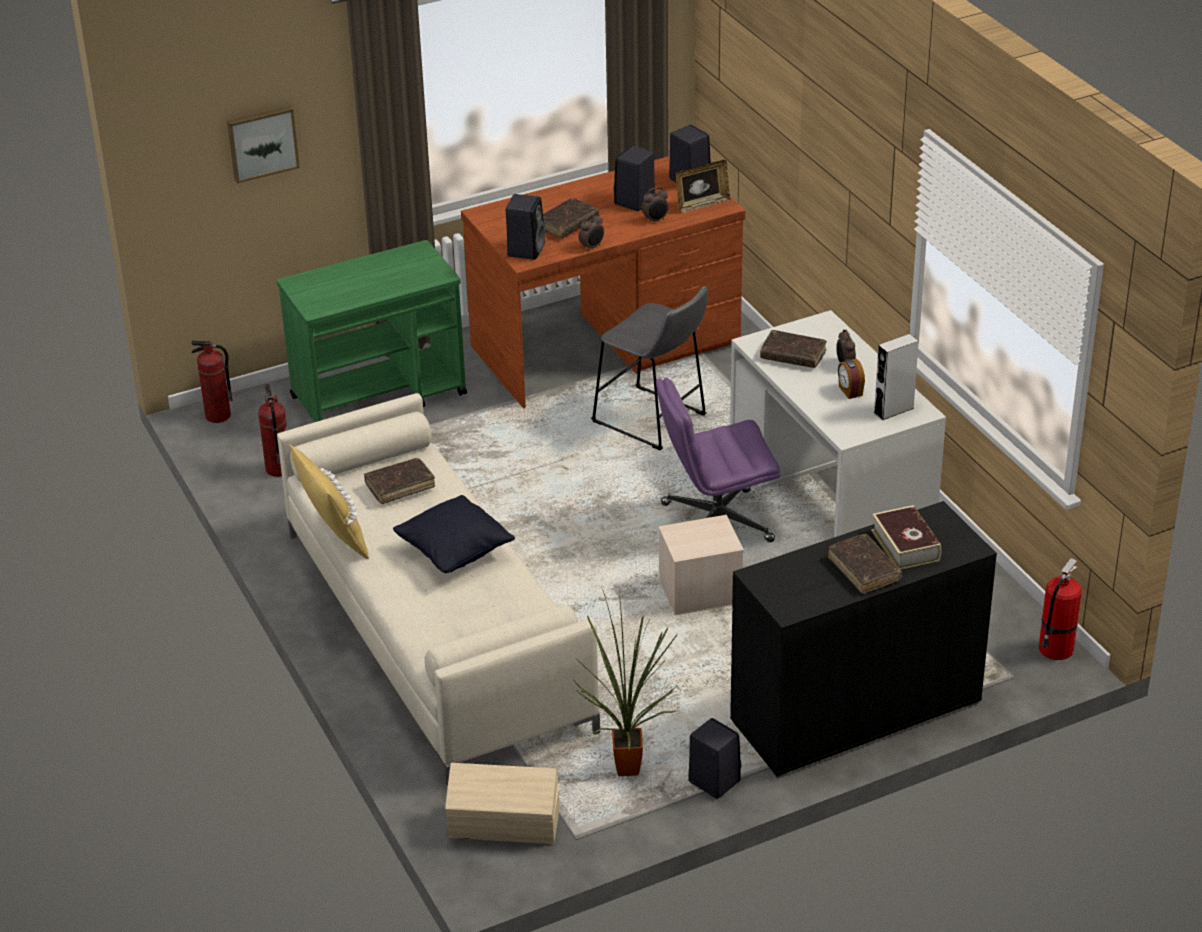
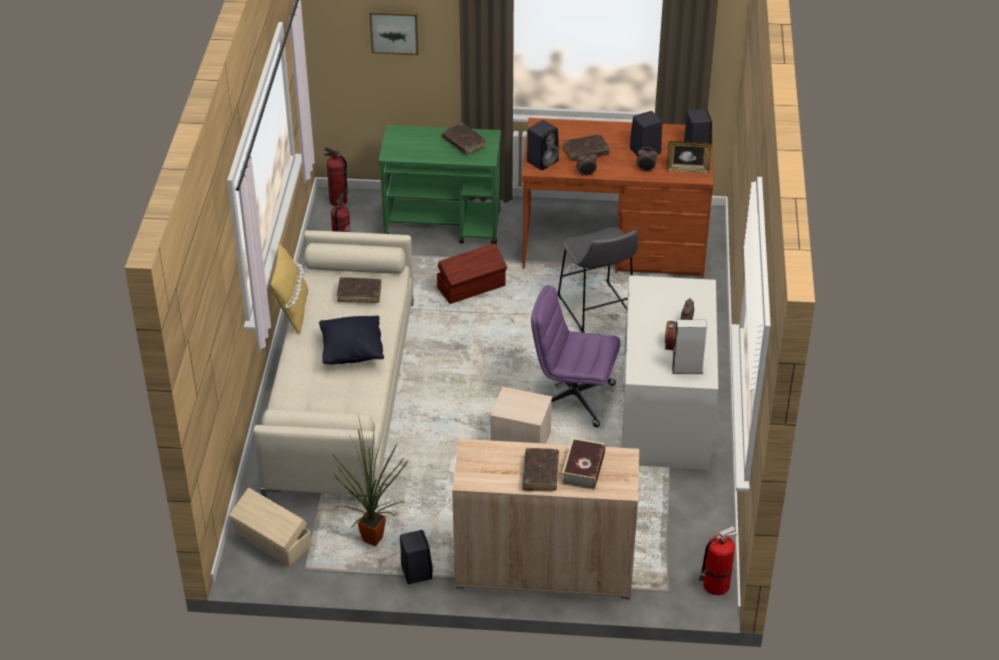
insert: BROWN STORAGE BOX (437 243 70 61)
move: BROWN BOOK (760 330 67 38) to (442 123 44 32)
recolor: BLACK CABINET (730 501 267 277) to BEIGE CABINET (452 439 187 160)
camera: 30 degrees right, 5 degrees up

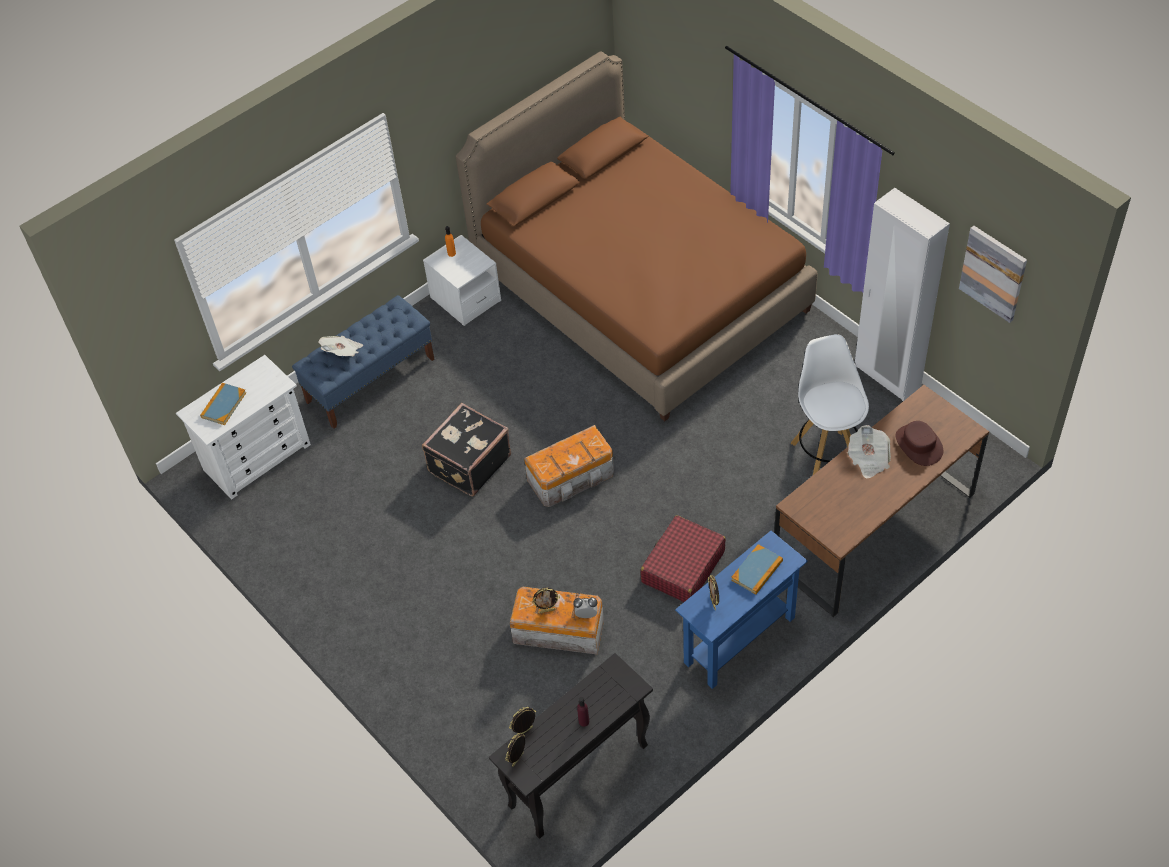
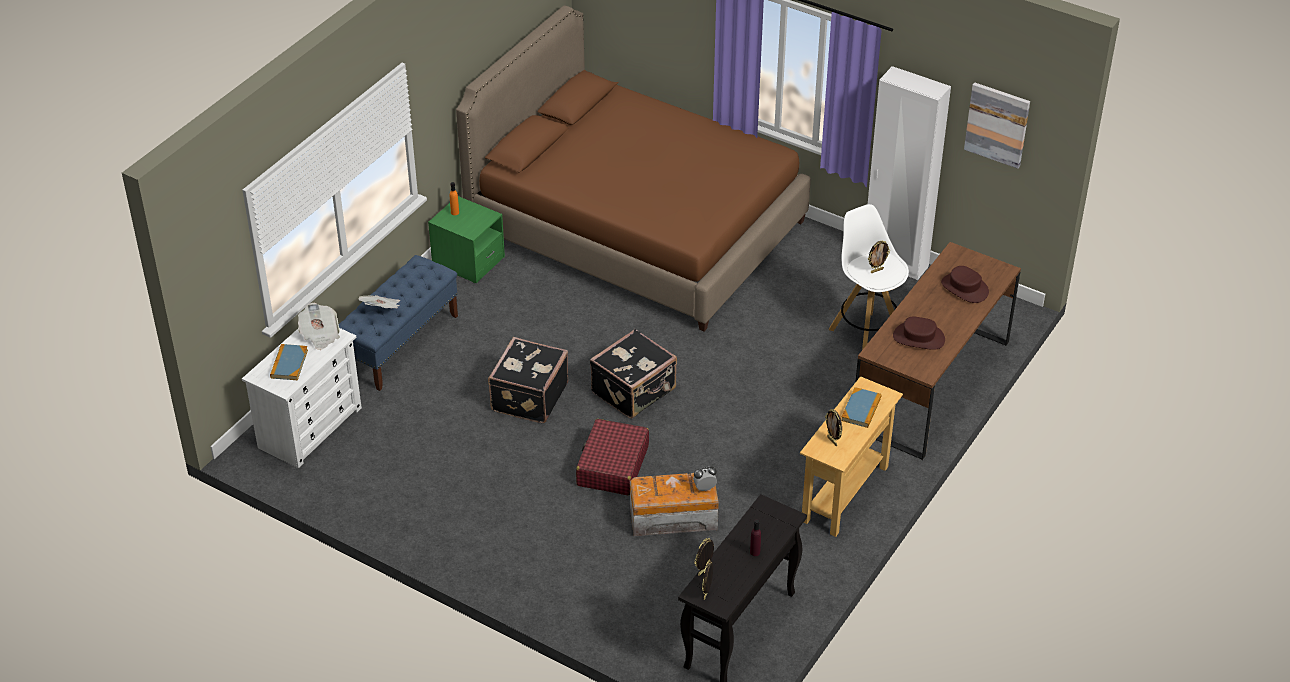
insert: BROWN HAT (893 317 52 33)
move: NEWSPAPER (848 425 43 54) to (298 303 42 47); RED SUITCASE (640 515 86 87) to (576 419 73 77); PICTURE FRAME (532 587 28 26) to (868 241 22 32)
replace: STORAGE BOX (524 425 90 82) to BLACK SUITCASE (590 329 87 89)
recolor: WHITE NIGHTSTAND (423 235 78 91) to GREEN NIGHTSTAND (428 196 77 88); BLUE CONSOLE TABLE (675 531 133 158) to BEIGE CONSOLE TABLE (800 376 103 161)
camera: 20 degrees left, 10 degrees down

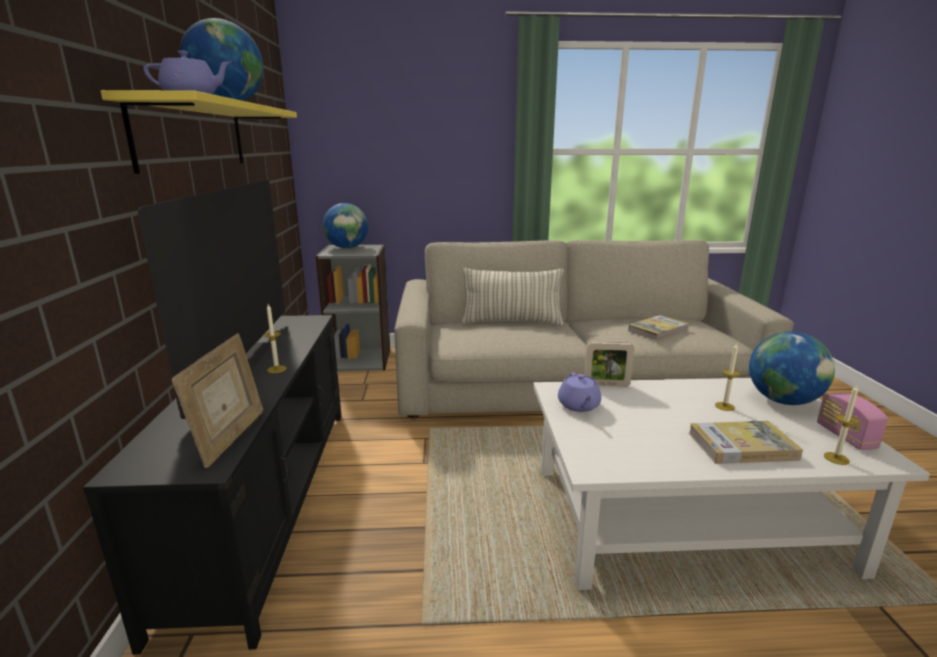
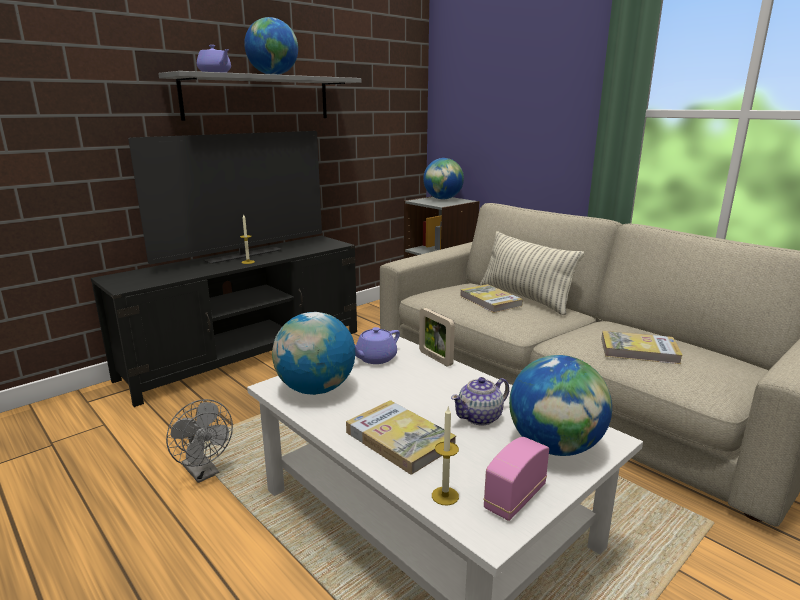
delete: PICTURE FRAME (172 333 91 135)
insert: BOOK (460 284 63 29); GLOBE (272 312 83 83); GREY FAN (166 399 67 84)
replace: CANDLE (715 343 25 68) to TEAPOT (451 377 58 49)
recolor: YELLOW SHELF (101 90 196 84) to GREY SHELF (158 71 204 50)
camera: 50 degrees right, 0 degrees up

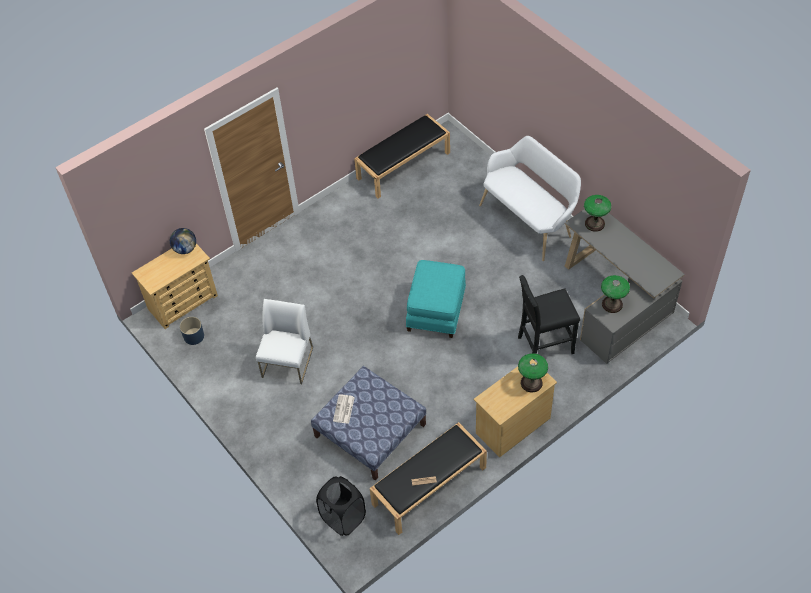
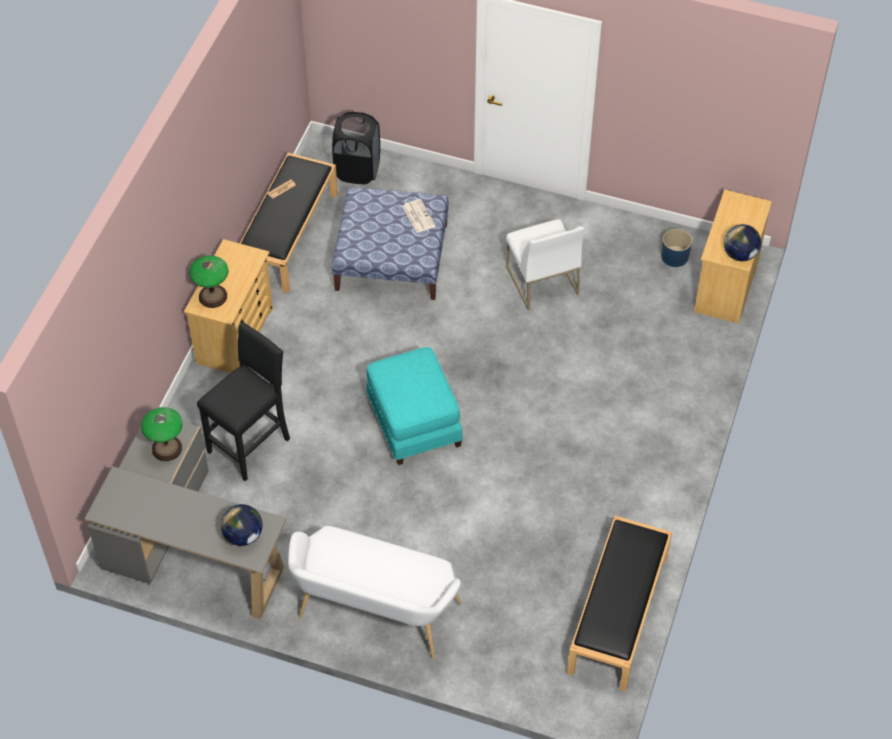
replace: TABLE LAMP (584 195 27 37) to GLOBE (221 504 41 42)
camera: 145 degrees right, 0 degrees up

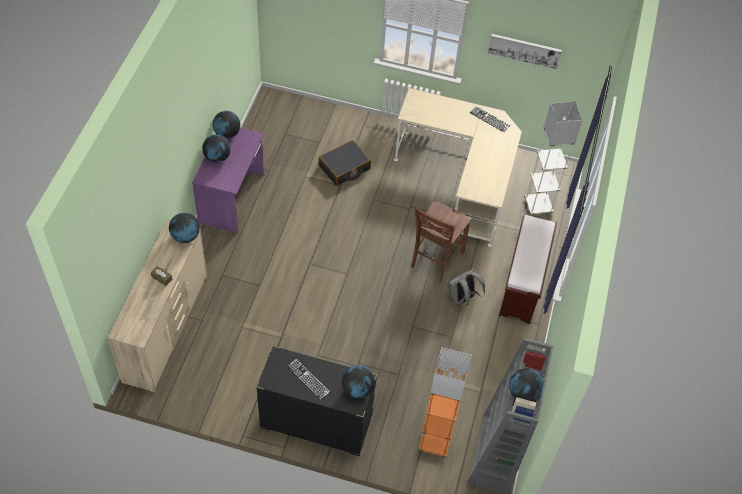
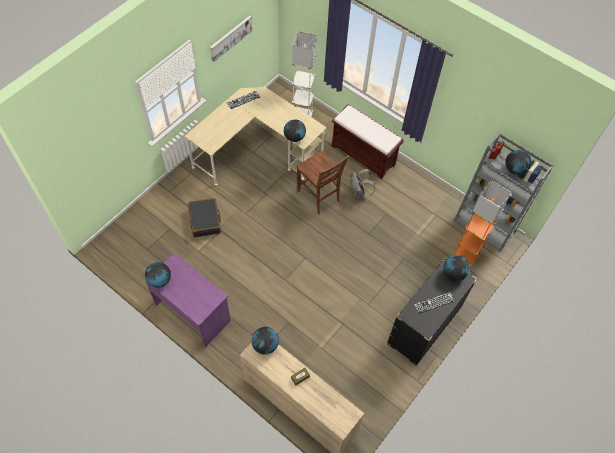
move: GLOBE (202 134 29 29) to (284 120 22 22)
camera: 65 degrees left, 5 degrees up

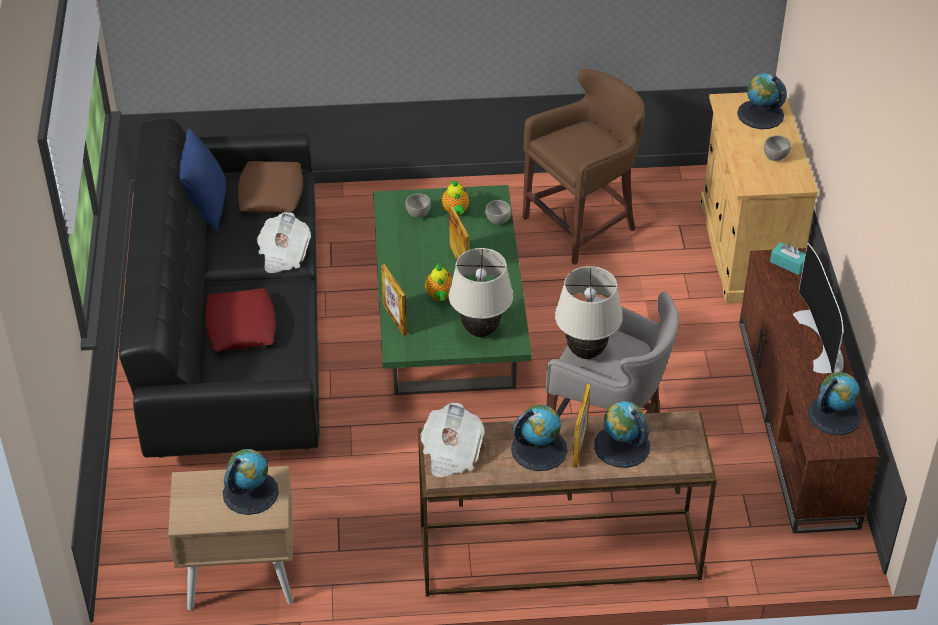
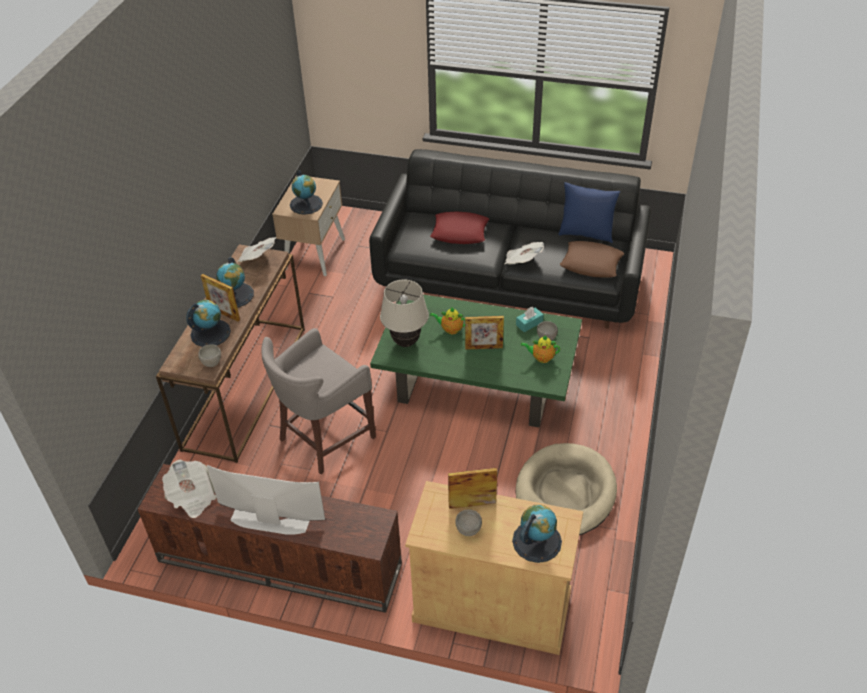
delete: BEIGE TABLE LAMP (555 266 68 93)
move: GREY BOWL (485 200 26 24) to (198 344 23 23); TURQUOISE TISSUE BOX (770 242 35 33) to (516 307 28 25); PICTURE FRAME (381 264 26 72) to (448 468 49 41)
replace: BROWN STOOL (523 69 122 196) to BEIGE DOG BED (516 443 101 92); GLOBE (808 372 54 63) to NEWSPAPER (162 459 55 59)
camera: 110 degrees right, 0 degrees up

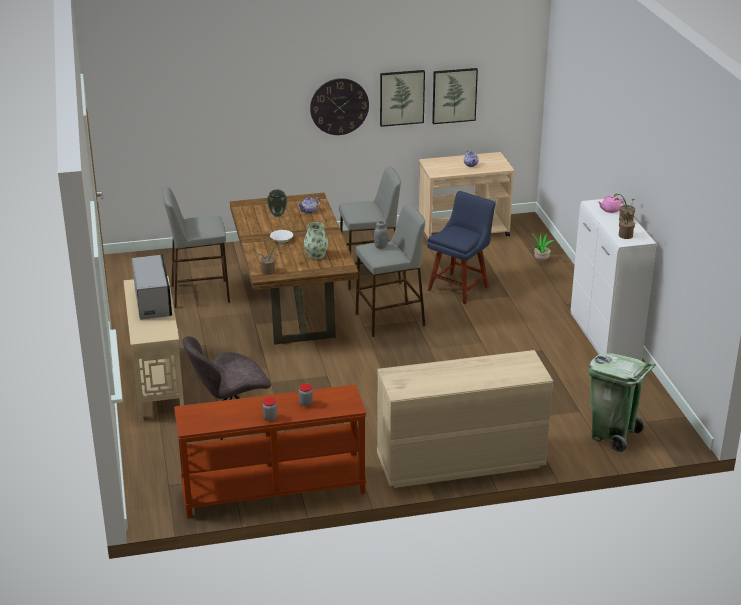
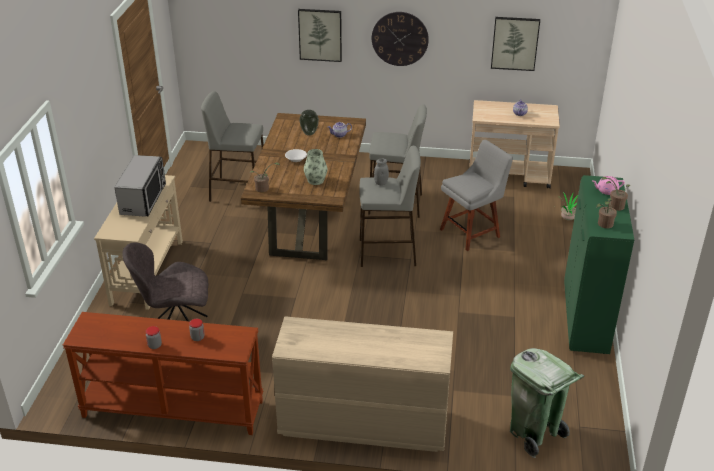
move: PICTURE (380 70 45 57) to (298 9 44 53)
recolor: BLUE CHAIR (427 191 68 113) to GREY CHAIR (440 140 73 111); WHITE CABINET (571 199 85 162) to GREEN CABINET (564 175 70 179)
camera: 20 degrees right, 5 degrees up

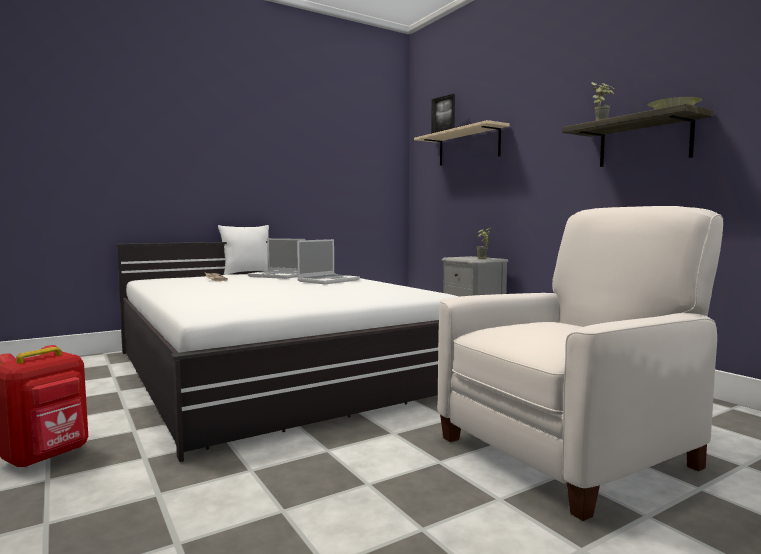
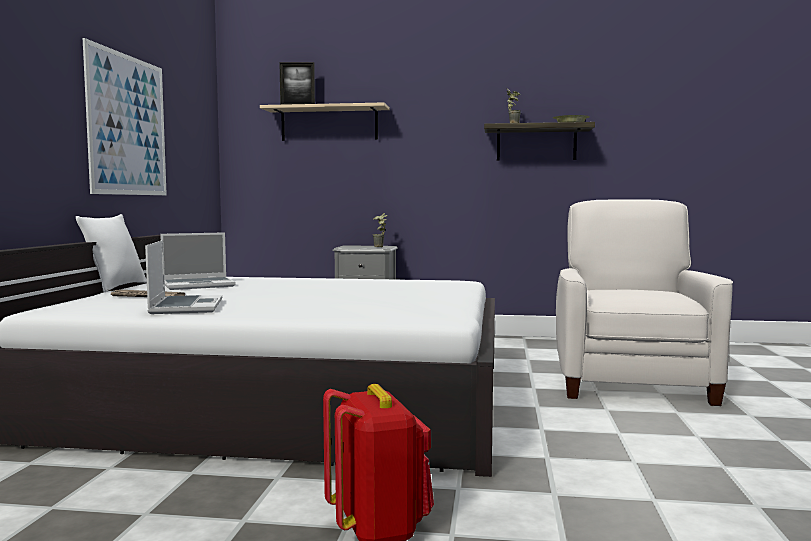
insert: PICTURE (83 38 84 157)
move: LAPTOP (297 239 63 45) to (145 240 77 74)
camera: 50 degrees left, 0 degrees up

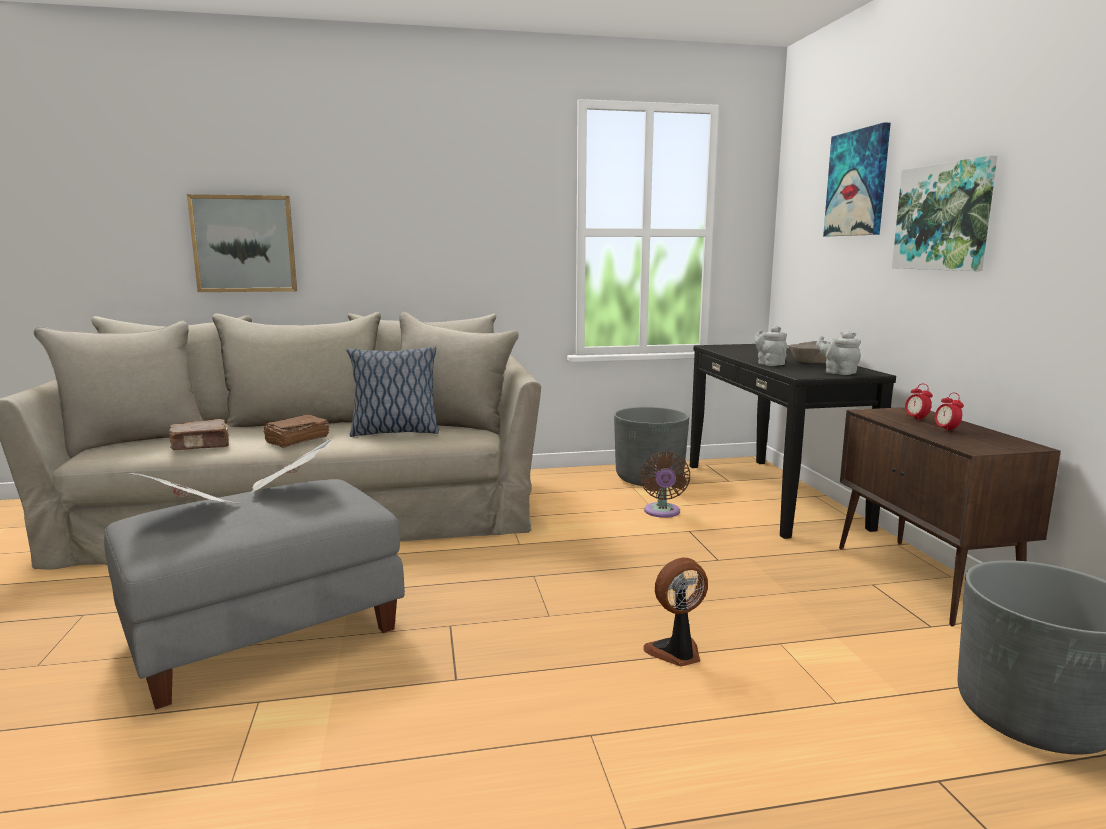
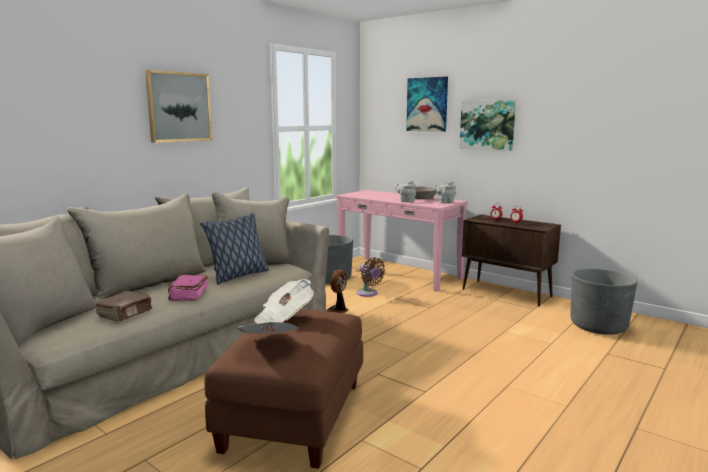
move: PICTURE (187 194 110 98) to (145 70 67 73); FAN (643 557 65 110) to (326 269 23 44)
recolor: BLACK CONSOLE TABLE (690 344 206 195) to PINK CONSOLE TABLE (336 190 132 101); BROWN BOOK (263 415 66 33) to PINK BOOK (168 275 41 26); GREY OTTOMAN (104 479 301 230) to BROWN OTTOMAN (204 309 159 160)
camera: 40 degrees left, 0 degrees up

